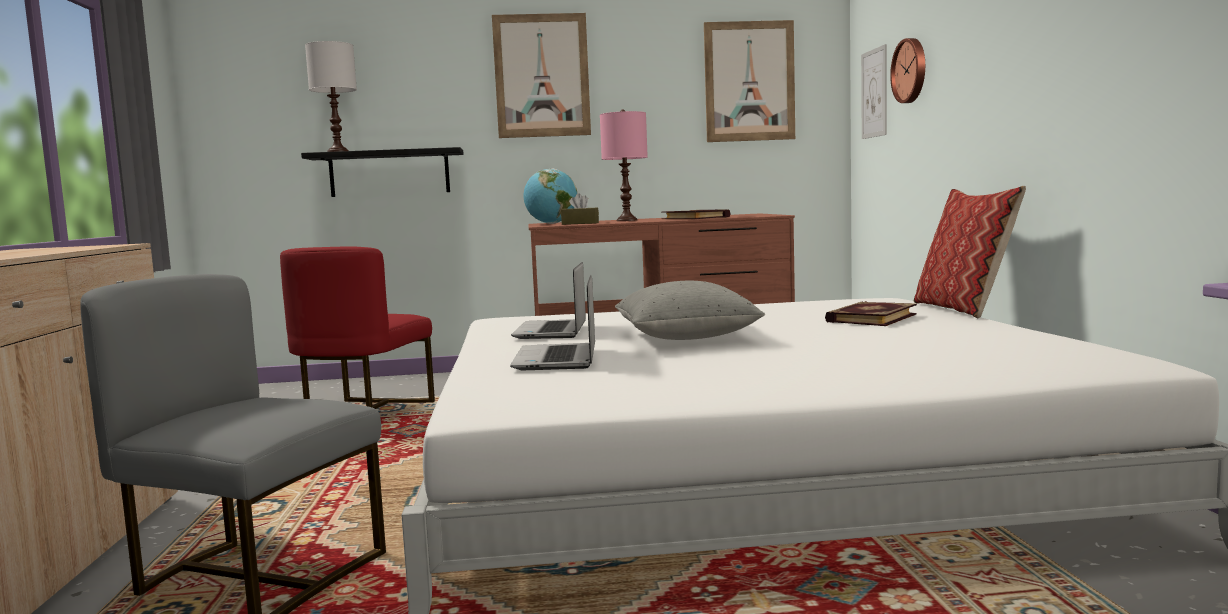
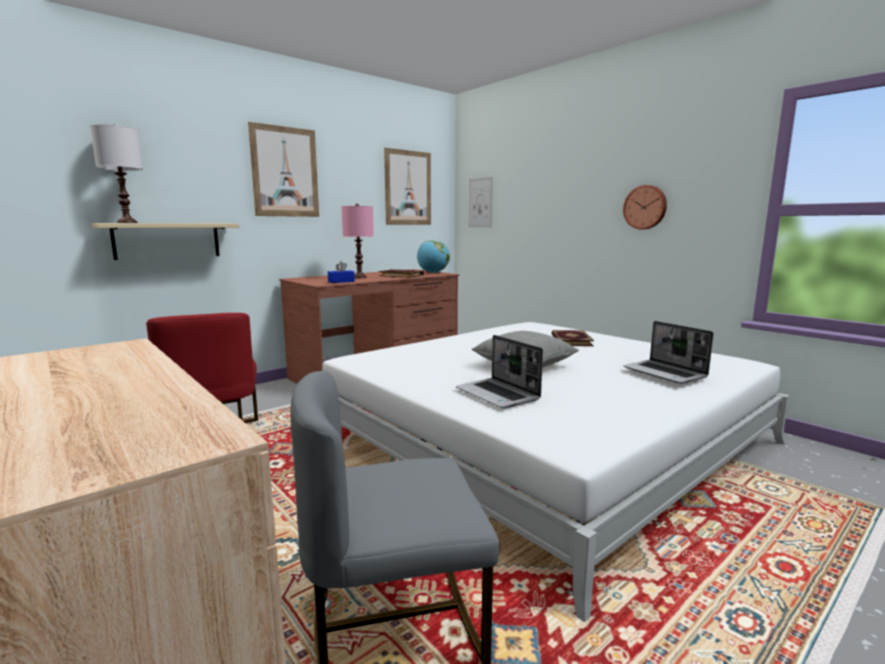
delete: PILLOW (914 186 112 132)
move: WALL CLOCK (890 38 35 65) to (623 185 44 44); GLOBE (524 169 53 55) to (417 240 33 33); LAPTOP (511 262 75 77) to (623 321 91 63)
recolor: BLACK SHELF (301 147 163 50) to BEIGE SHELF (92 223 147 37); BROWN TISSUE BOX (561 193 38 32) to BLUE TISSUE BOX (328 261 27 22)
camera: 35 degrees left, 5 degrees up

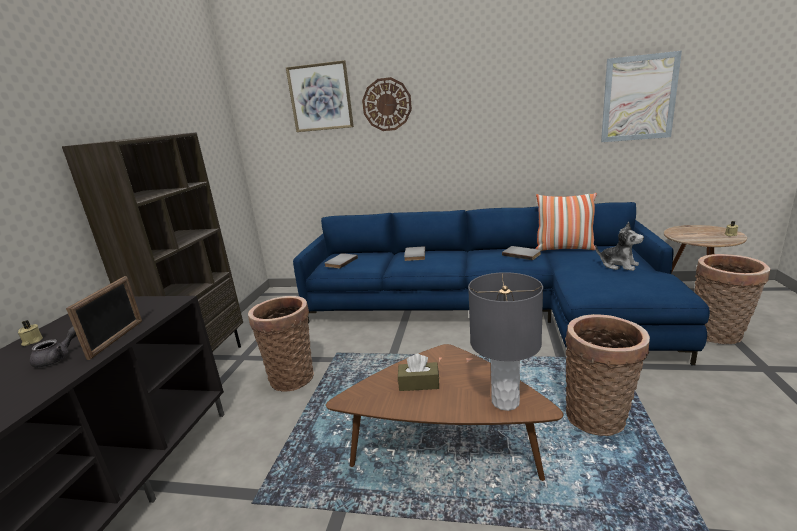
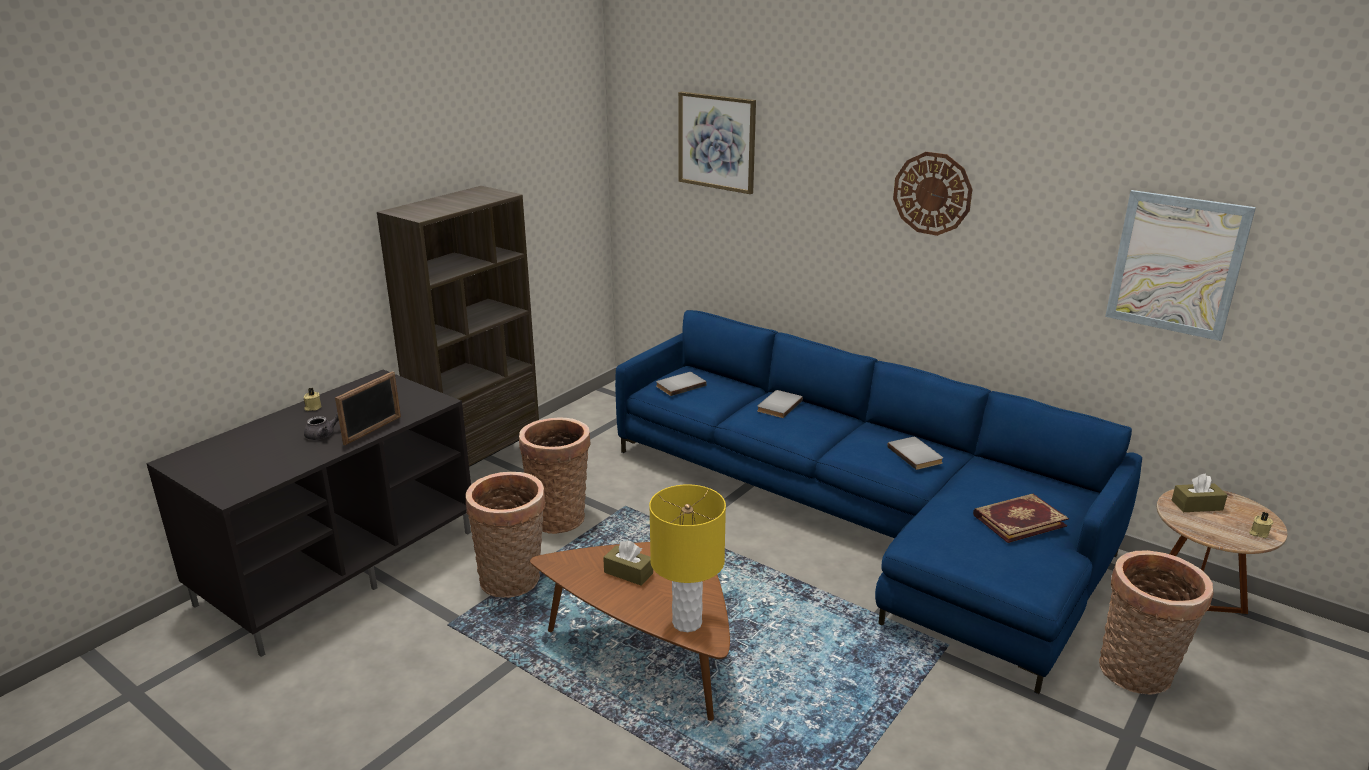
delete: PILLOW (535 193 62 58)
insert: BROWN TISSUE BOX (1171 474 57 38)
move: WALL CLOCK (362 77 50 54) to (893 152 80 84); BASKET (565 314 85 122) to (466 472 80 126)
replace: PLUSH TOY (595 222 49 49) to BOOK (973 494 96 49)
recolor: GREY TABLE LAMP (468 272 75 139) to YELLOW TABLE LAMP (649 484 77 148)
camera: 25 degrees right, 5 degrees up

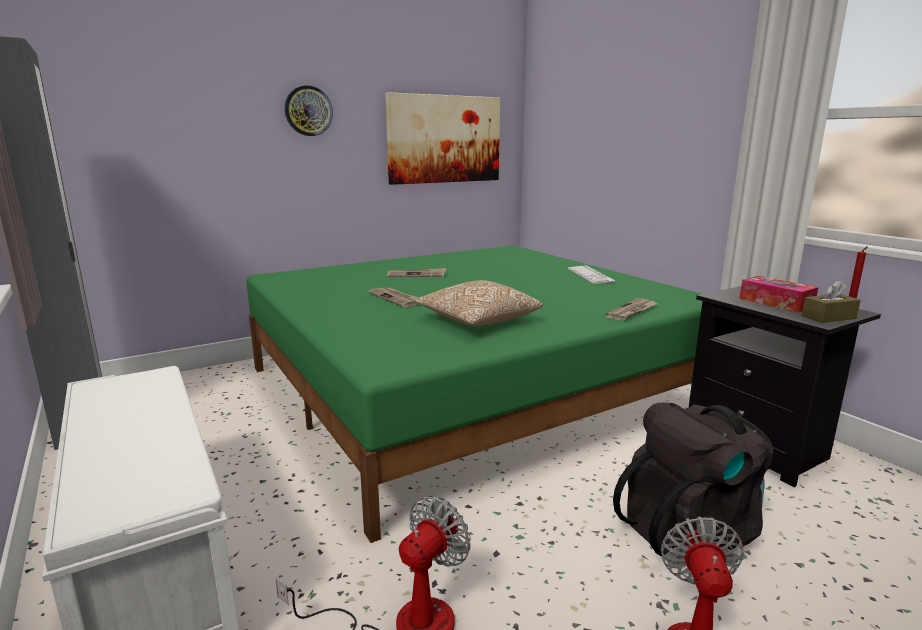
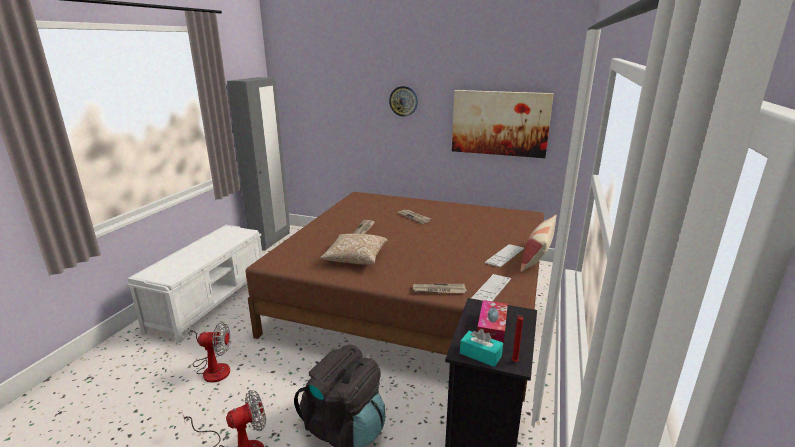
insert: PILLOW (520 215 37 57); KEYBOARD (471 274 40 28)
recolor: GREEN BED (246 245 456 298) to BROWN BED (246 192 298 210); BROWN TISSUE BOX (802 280 59 43) to TURQUOISE TISSUE BOX (460 329 43 38)
camera: 50 degrees right, 5 degrees up

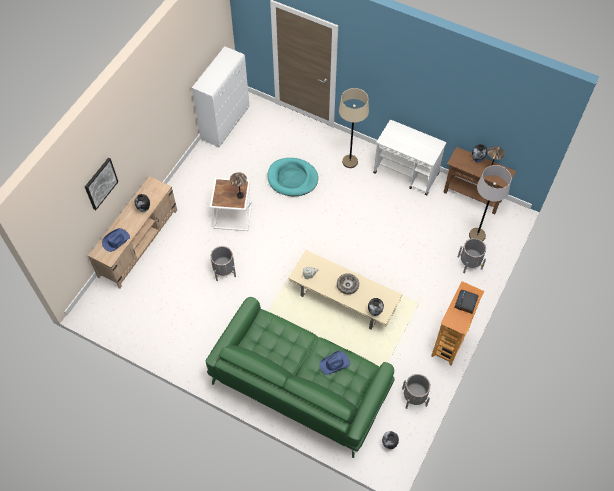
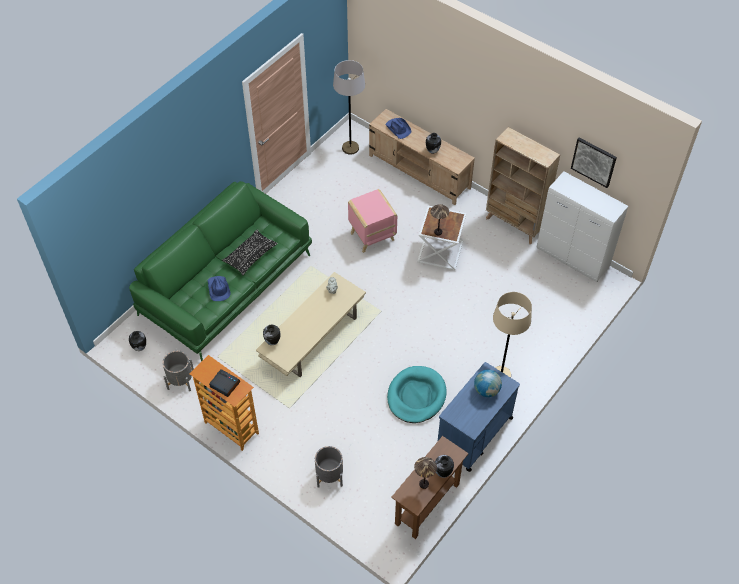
delete: BOWL (337 274 22 20)
insert: BEIGE BOOKCASE (486 127 74 117); BLACK PILLOW (222 229 56 46); GLOBE (474 369 28 28)
move: PICTURE (85 158 33 52) to (571 138 46 50); TURQUOISE DOG BED (268 158 50 38) to (387 366 60 57); GREY FLOOR LAMP (469 165 42 76) to (333 60 32 95)
replace: GREY PLANTER (210 246 26 35) to PINK SIDE TABLE (348 189 49 64)
recolor: WHITE CART (373 120 73 76) to BLUE CART (437 362 83 110)
camera: 100 degrees right, 5 degrees down

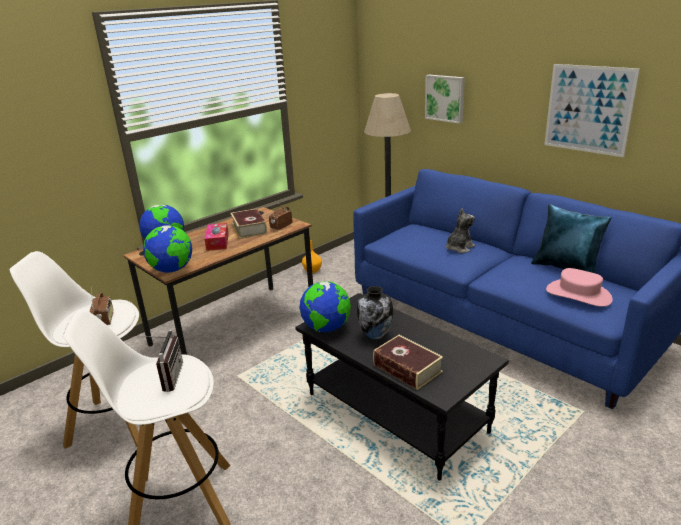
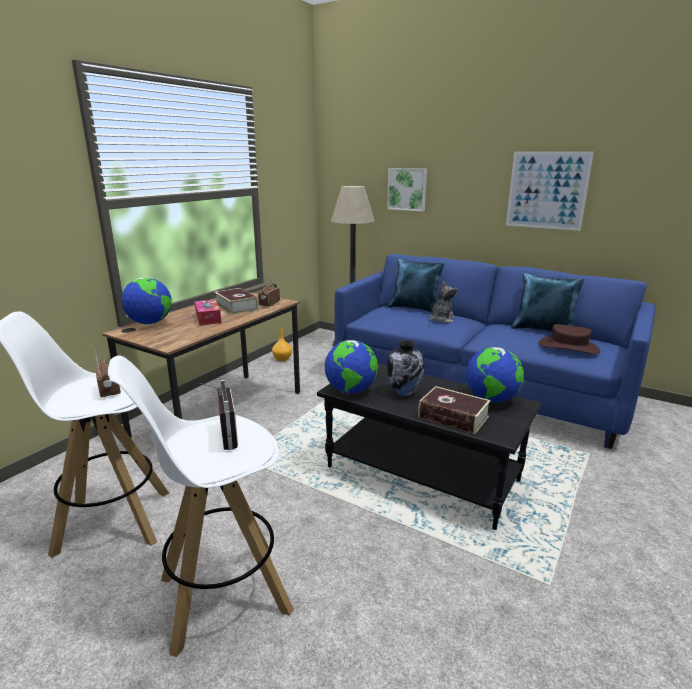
insert: BLUE PILLOW (388 258 57 54)
move: GLOBE (143 225 49 48) to (466 347 58 56)
recolor: PINK HAT (546 268 67 39) to BROWN HAT (538 324 62 30)
camera: 15 degrees left, 5 degrees down

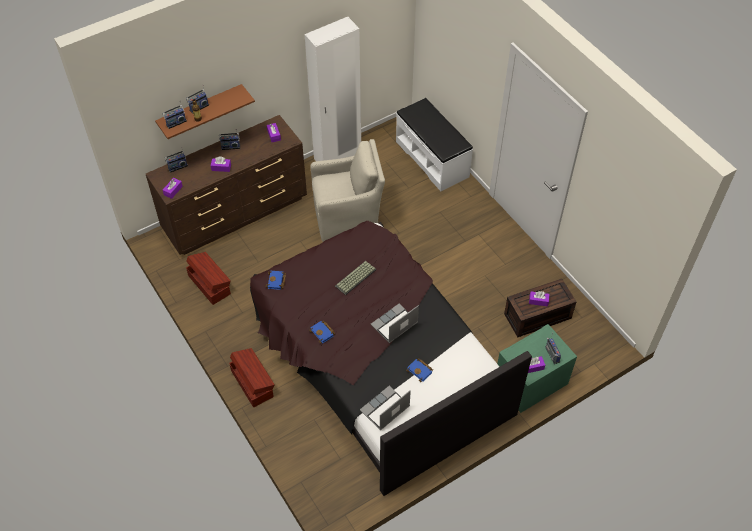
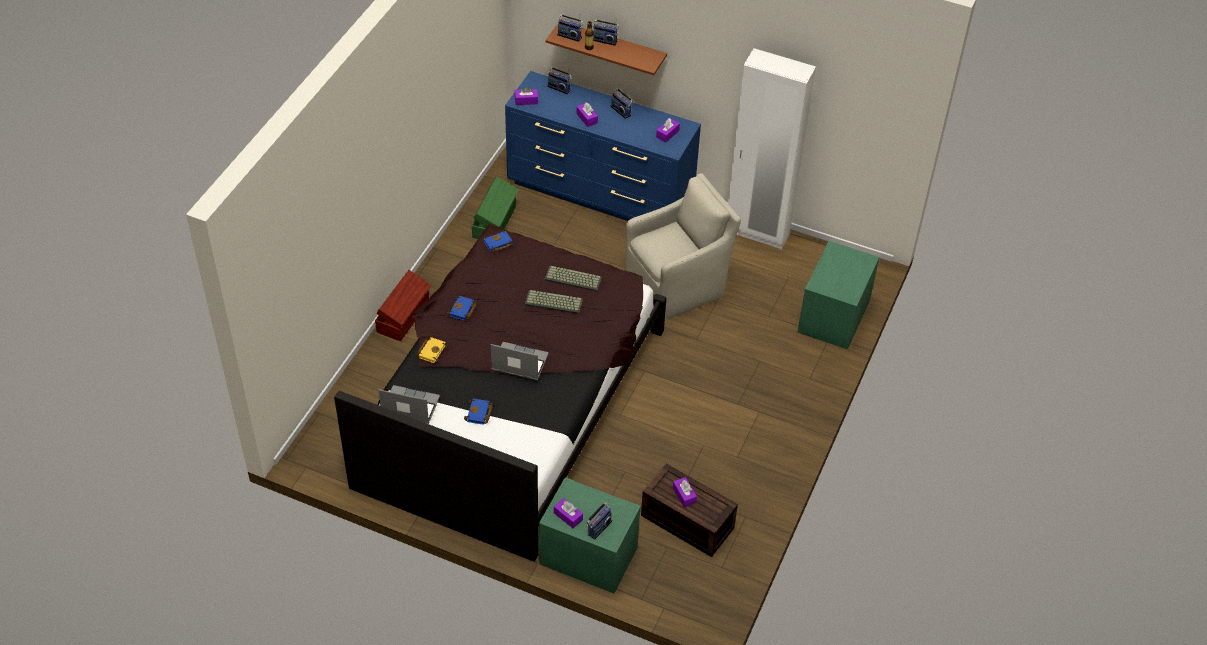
insert: KEYBOARD (545 266 57 25); YELLOW BOOK (416 337 32 26)
replace: WHITE BENCH (396 98 77 94) to GREEN NIGHTSTAND (798 241 81 108)
recolor: BROWN DRESSER (146 115 161 140) to BLUE DRESSER (505 71 196 150); BROWN STORAGE BOX (186 252 45 53) to GREEN STORAGE BOX (472 176 47 63)
rotate: BEIGE ARMCHAIR (310 139 75 103) = (625 173 116 147) 75 degrees counterclockwise
camera: 55 degrees right, 5 degrees down

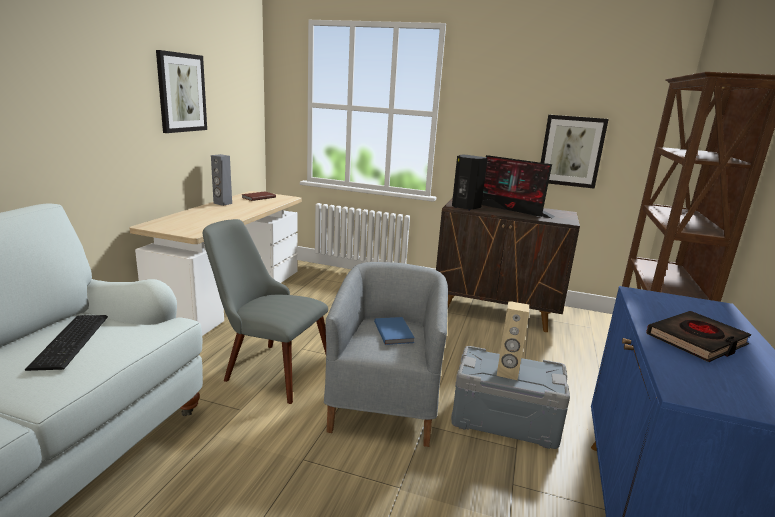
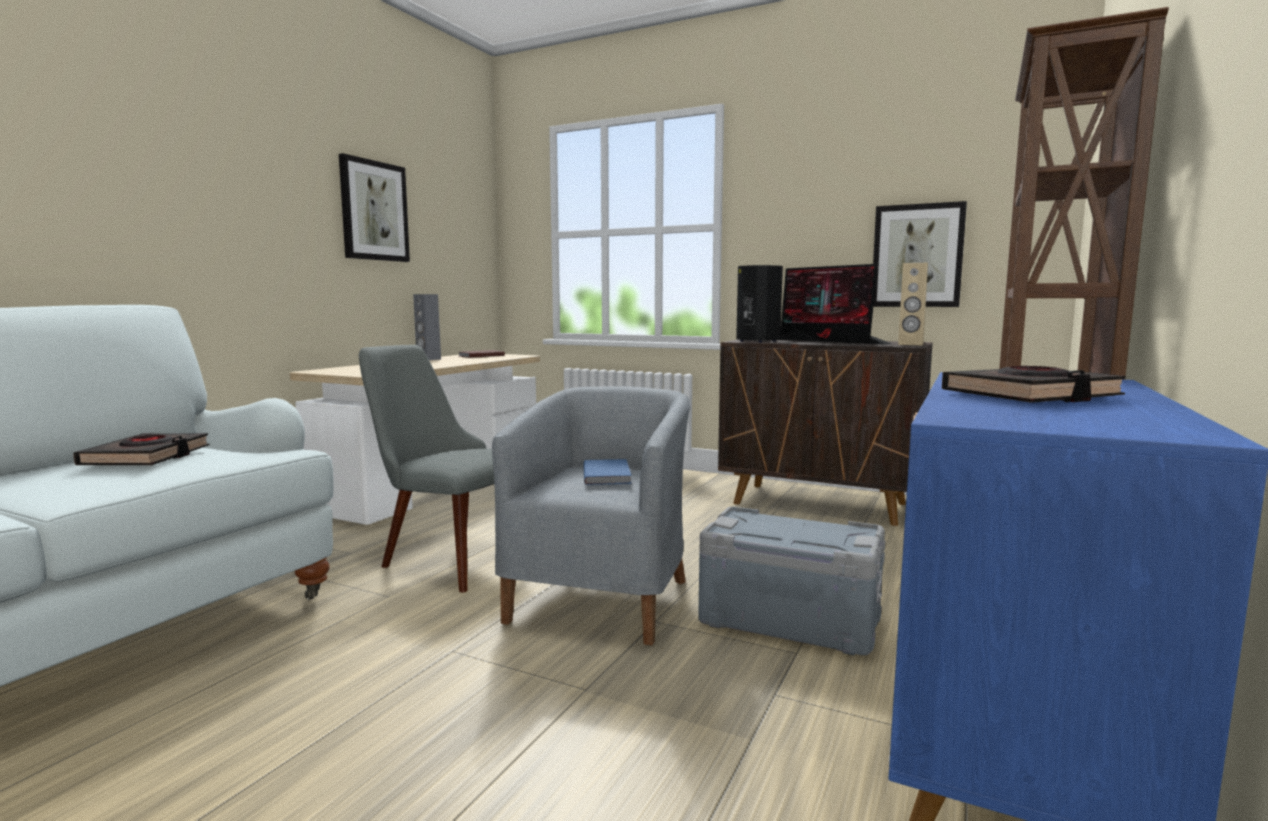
move: BEIGE SPEAKER (497 301 32 79) to (898 263 30 82)
replace: KEYBOARD (25 315 83 56) to BLACK BOOK (73 433 137 32)
camera: 10 degrees right, 10 degrees down

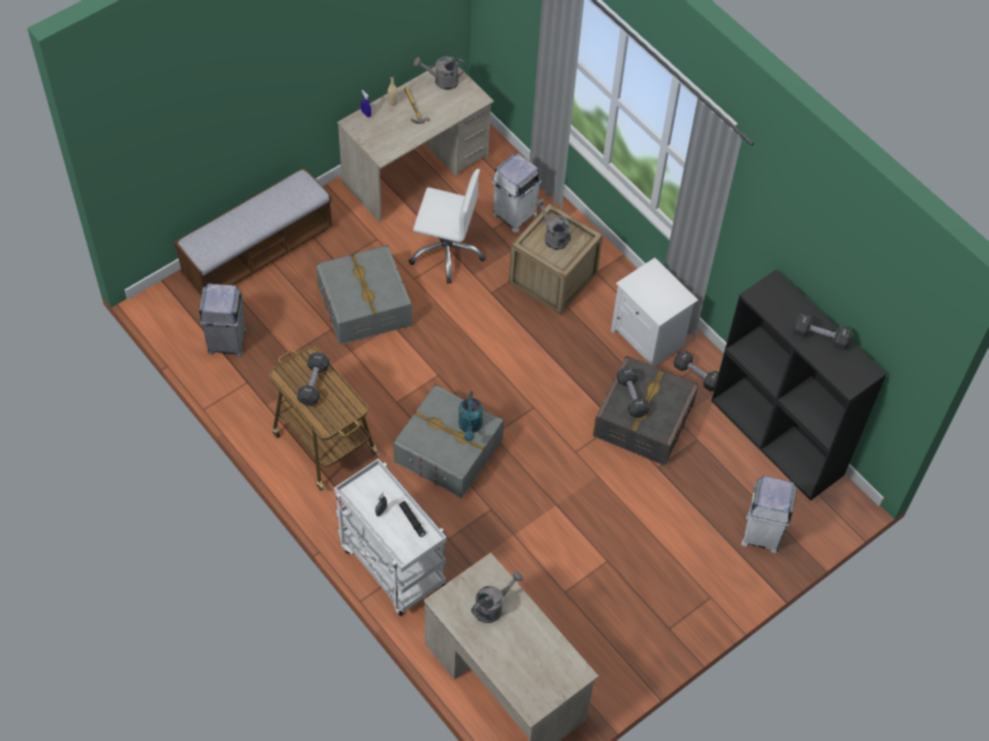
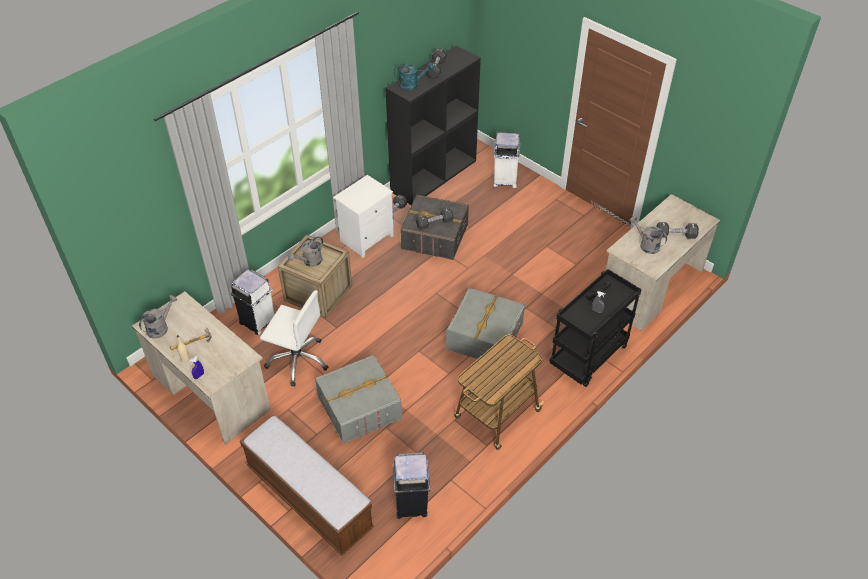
move: BLACK DUMBBELL (297 352 32 54) to (656 222 43 17); TURQUOISE WATERING CAN (458 391 25 50) to (394 62 40 29)
recolor: WHITE CART (334 458 113 158) to BLACK CART (549 269 93 118)
rotate: GREY WATERING CAN (413 57 52 33) = (139 295 38 44) 135 degrees counterclockwise; WHITE OFFICE CHAIR (409 169 77 115) = (260 290 68 97) 105 degrees clockwise
camera: 95 degrees left, 10 degrees down

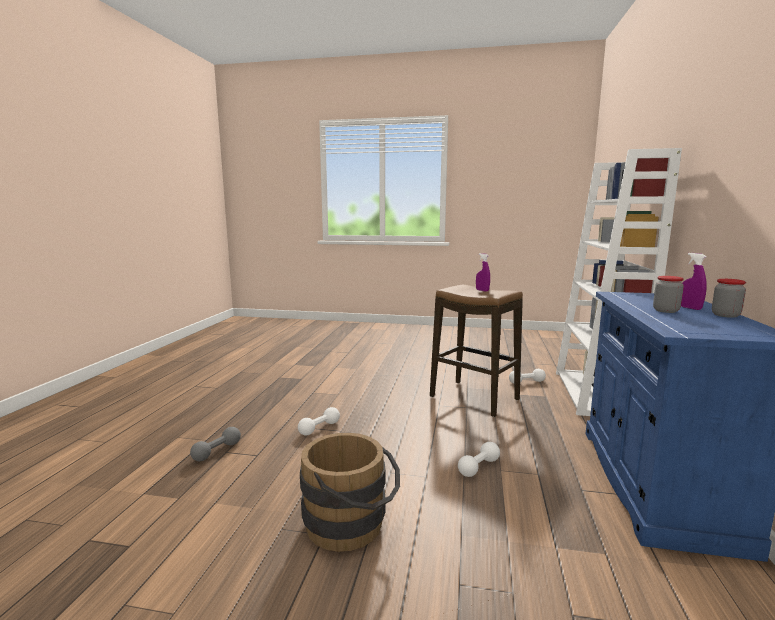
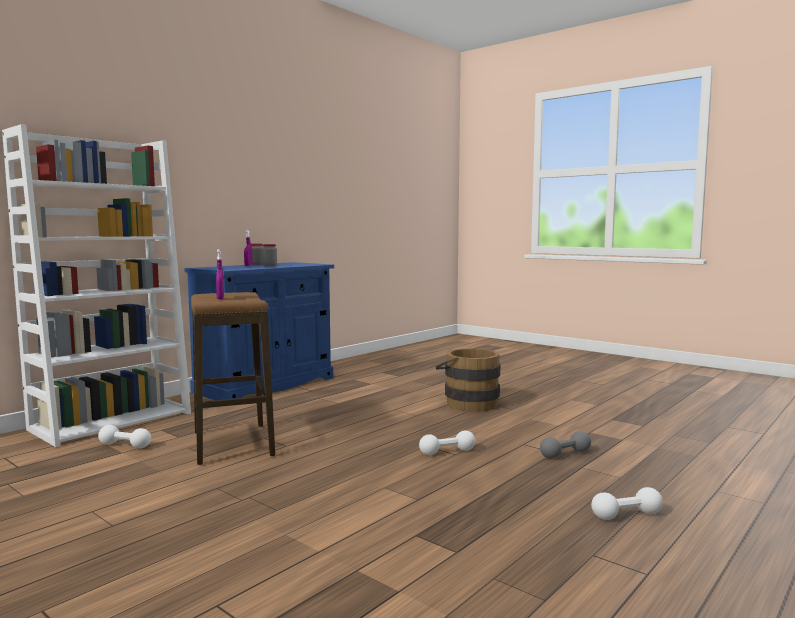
move: WHITE DUMBBELL (458 442 42 35) to (591 487 72 33)
camera: 150 degrees left, 5 degrees down

